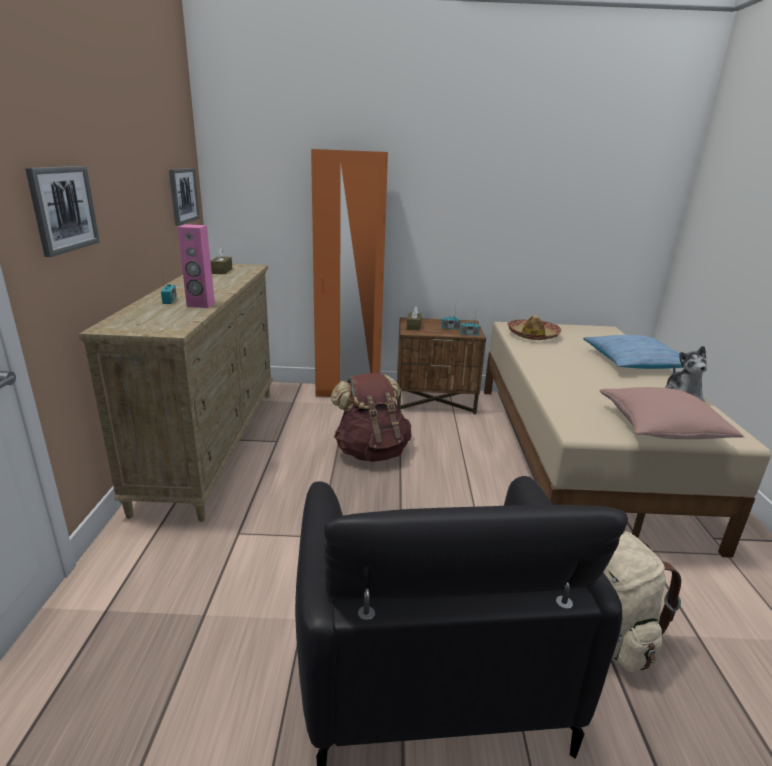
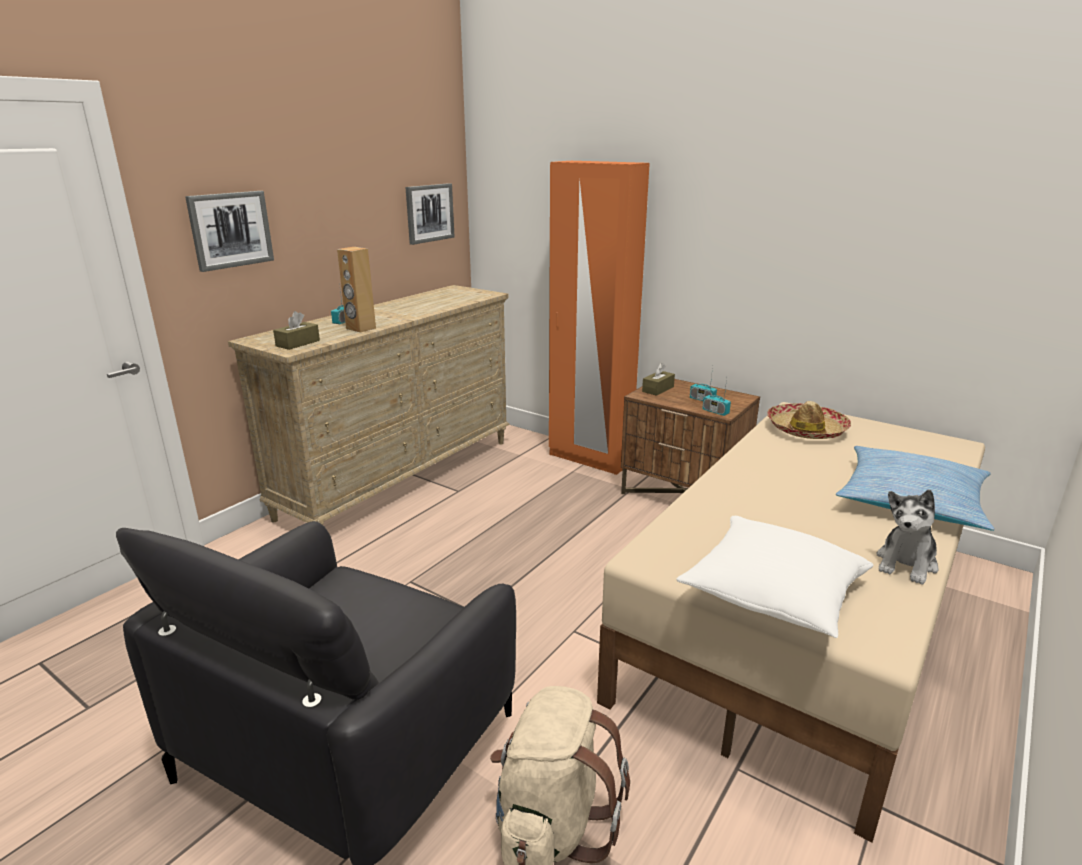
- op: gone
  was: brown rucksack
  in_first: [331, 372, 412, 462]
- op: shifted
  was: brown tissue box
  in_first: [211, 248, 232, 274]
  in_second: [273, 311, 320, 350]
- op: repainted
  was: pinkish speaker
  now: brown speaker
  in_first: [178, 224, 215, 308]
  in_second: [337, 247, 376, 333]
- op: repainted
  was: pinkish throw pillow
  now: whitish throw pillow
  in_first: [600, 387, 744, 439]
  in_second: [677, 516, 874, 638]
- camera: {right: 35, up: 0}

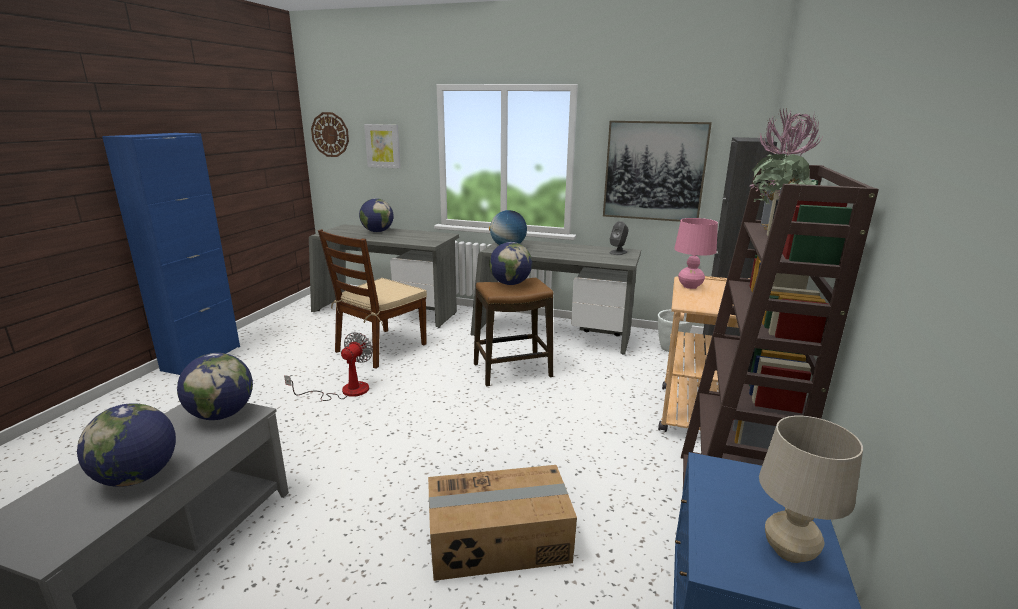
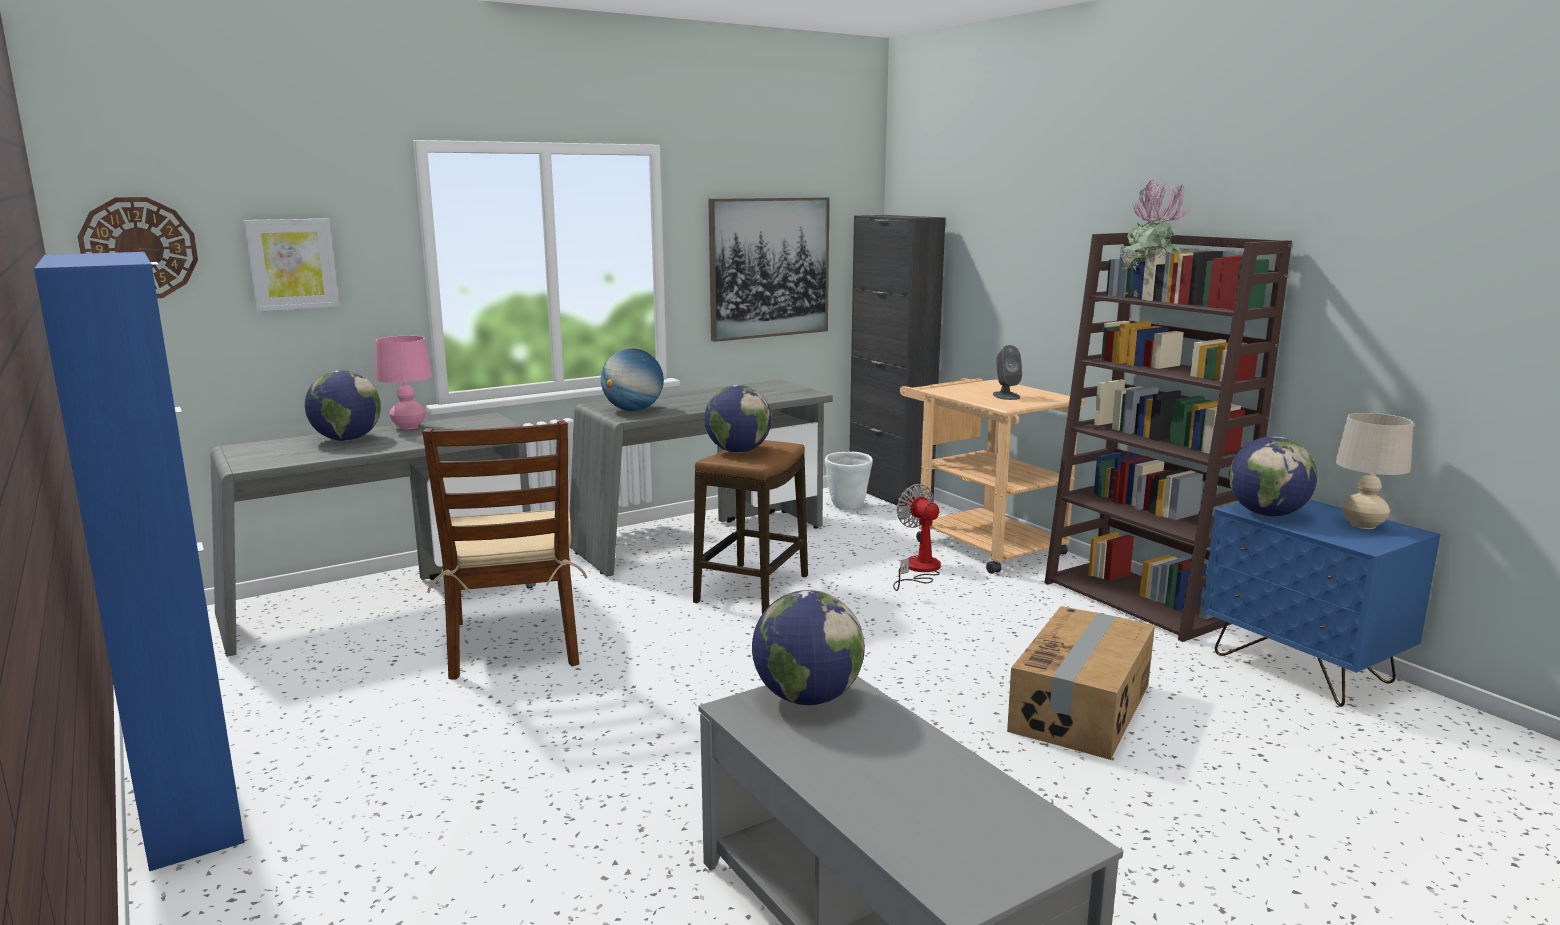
- op: shifted
  was: desk globe
  in_first: [77, 403, 176, 487]
  in_second: [1229, 436, 1317, 517]
- op: shifted
  was: fan
  in_first: [284, 332, 373, 401]
  in_second: [893, 484, 941, 591]
- op: shifted
  was: grey speaker
  in_first: [609, 221, 629, 255]
  in_second: [993, 345, 1022, 400]
- op: shifted
  was: pinkish table lamp
  in_first: [674, 218, 718, 289]
  in_second: [376, 336, 432, 429]
- camera: {right: -50, up: -5}

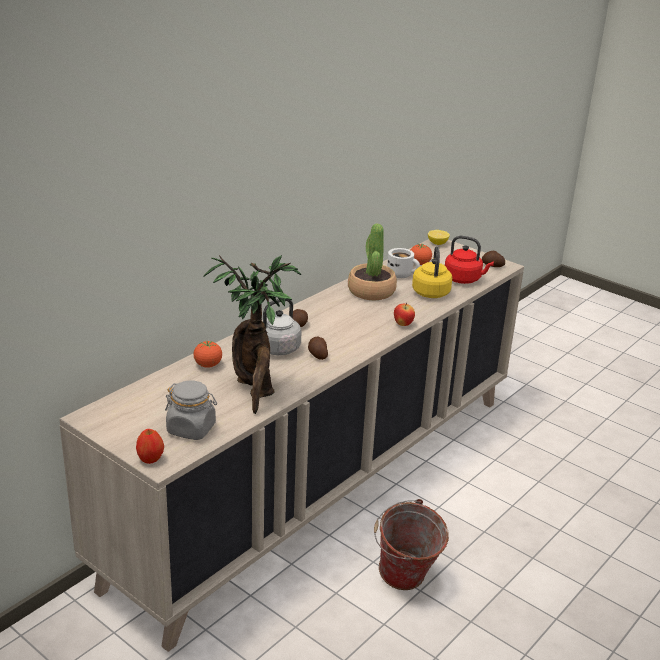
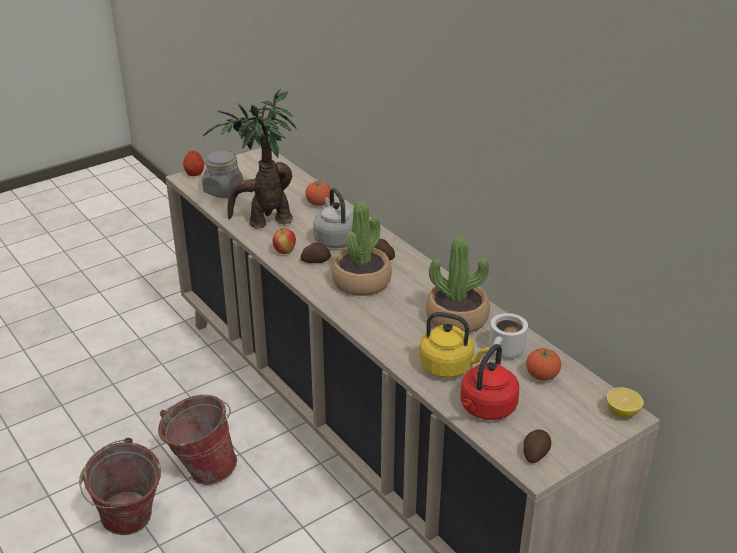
- op: new
  now: pail
  in_second: [79, 438, 161, 535]
- op: new
  now: potted plant
  in_second: [331, 201, 392, 296]
- op: shifted
  was: apple
  in_first: [394, 303, 415, 326]
  in_second: [272, 228, 296, 254]
- camera: {right: 105, up: 5}

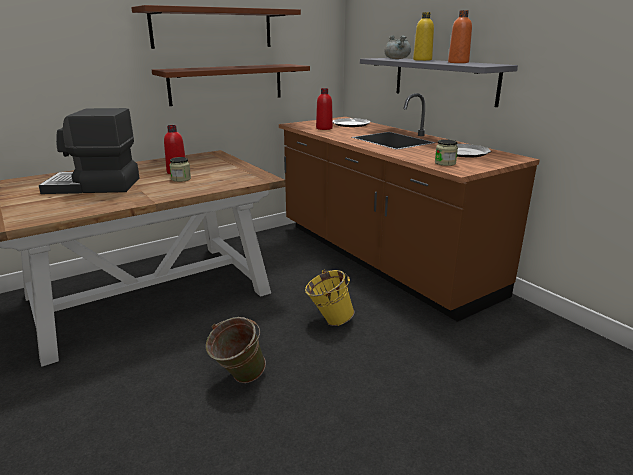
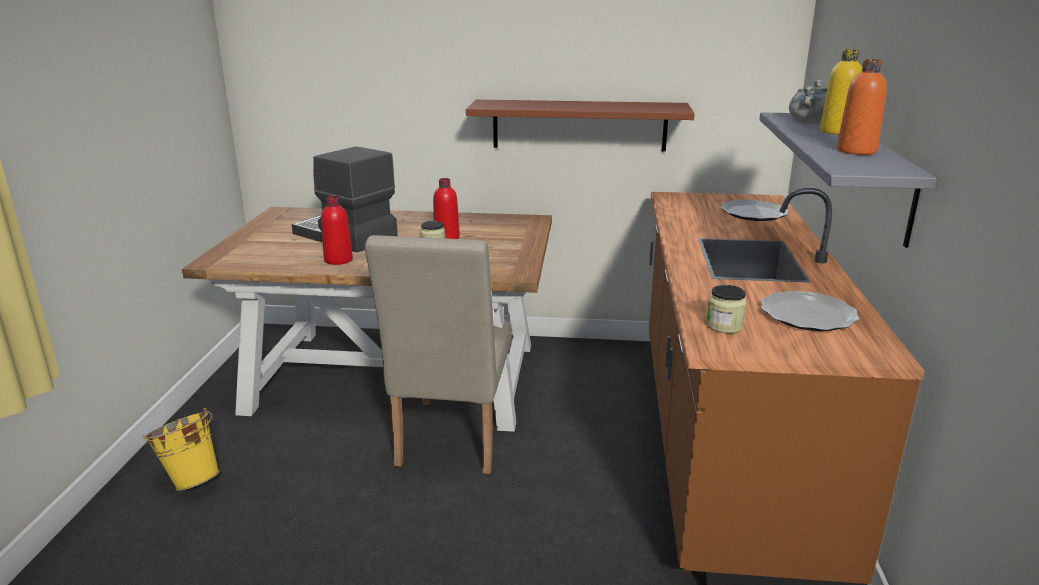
- op: gone
  was: brown shelf
  in_first: [131, 5, 301, 49]
- op: gone
  was: green-coloured pail
  in_first: [206, 317, 266, 383]
- op: new
  now: sand-coloured upright chair
  in_second: [365, 235, 512, 474]
- op: shifted
  was: yellow pail
  in_first: [305, 270, 355, 326]
  in_second: [143, 408, 220, 491]
- op: shifted
  was: reddish beverage bottle
  in_first: [316, 88, 333, 130]
  in_second: [321, 196, 353, 265]
- camera: {right: 40, up: 0}

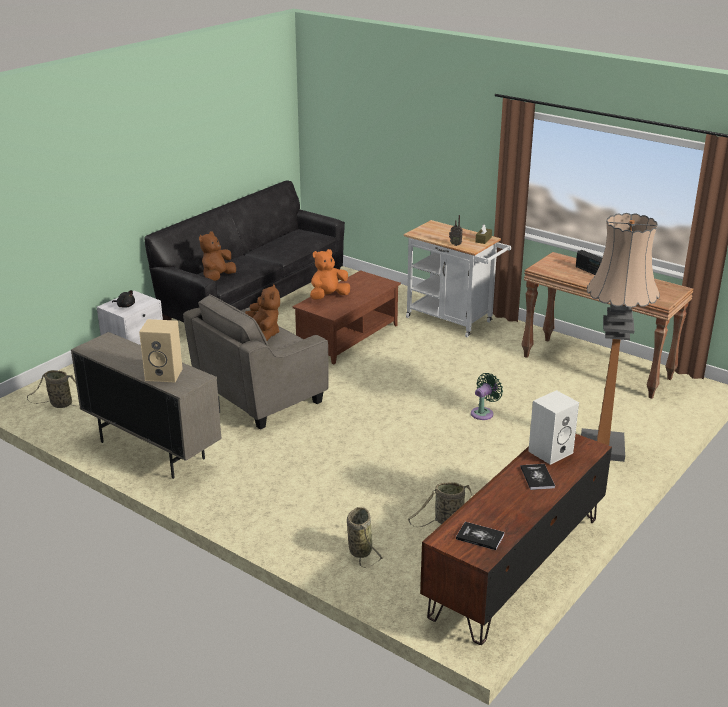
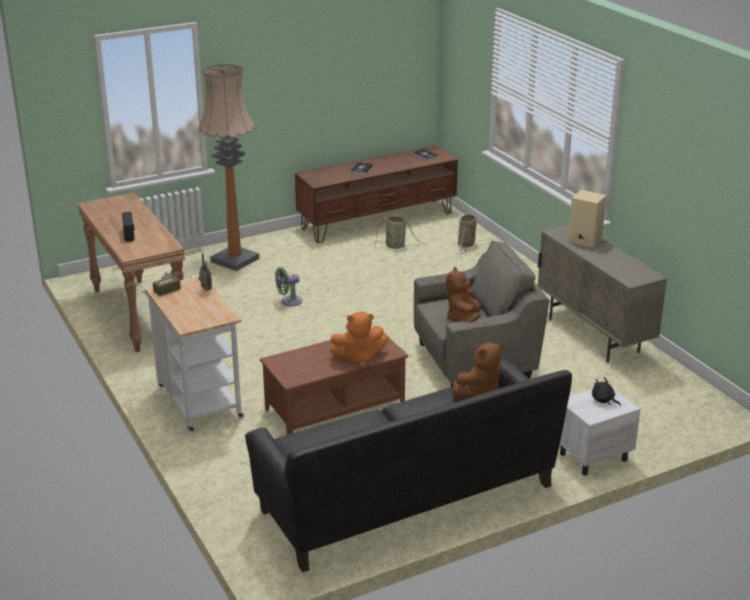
- op: gone
  was: basket
  in_first: [27, 370, 76, 408]
- op: gone
  was: whitish speaker
  in_first: [528, 390, 579, 465]
- camera: {right: -155, up: 0}

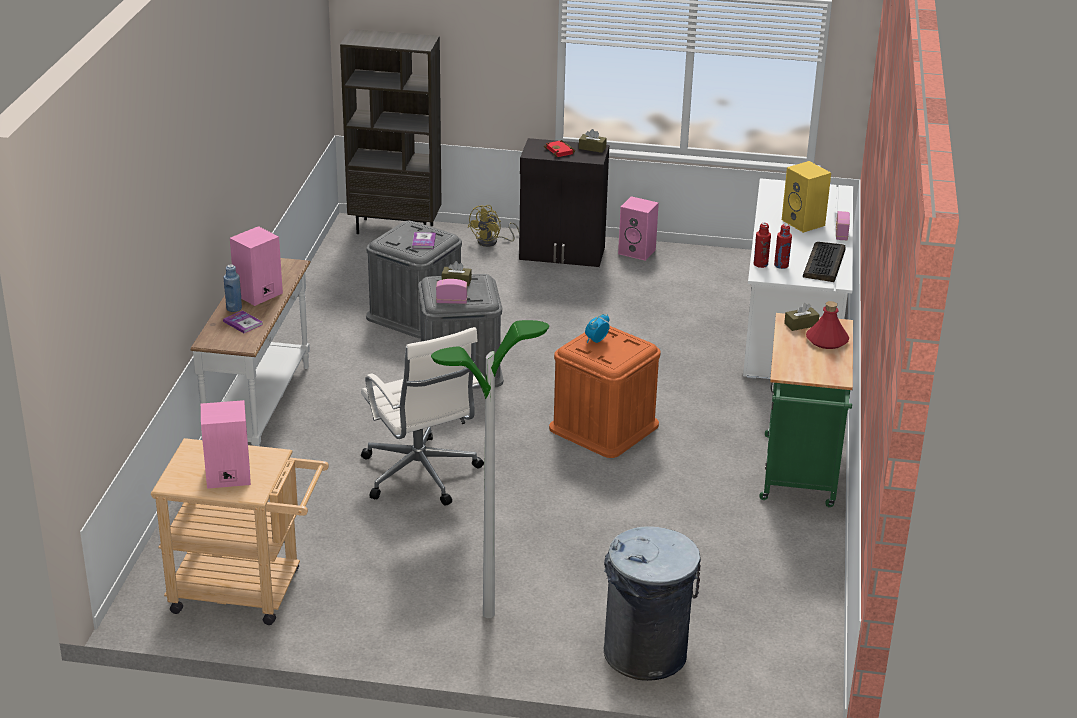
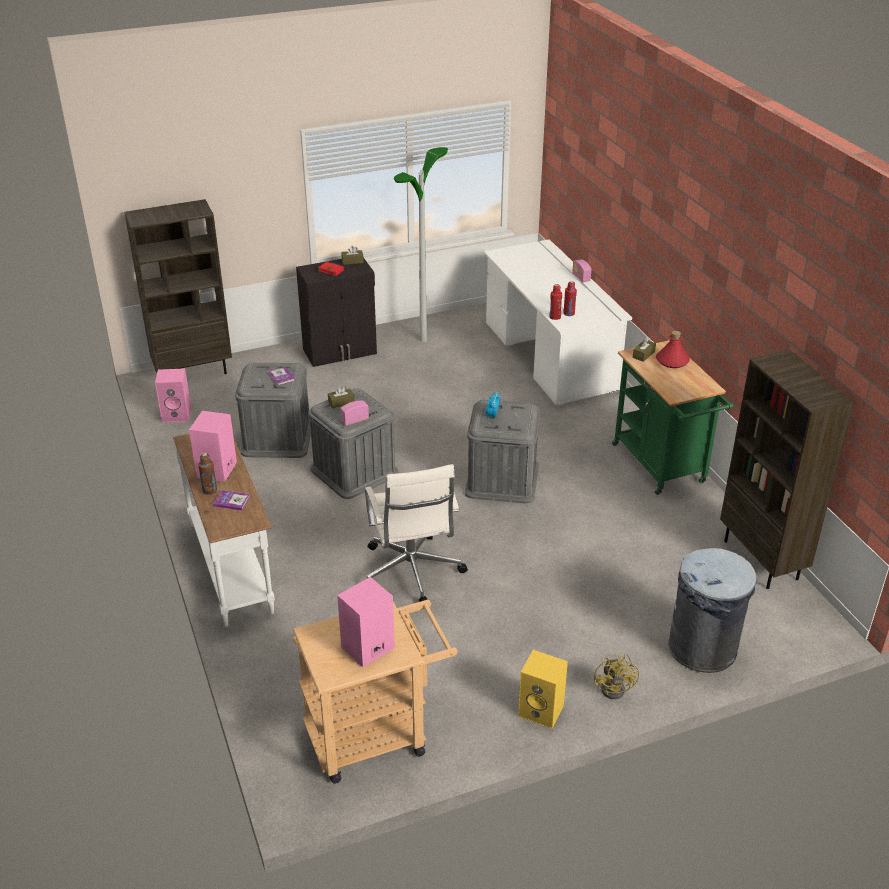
- op: gone
  was: PC keyboard
  in_first: [803, 242, 846, 282]
- op: new
  now: brown shelving unit
  in_second: [720, 350, 854, 589]
- op: shifted
  was: floor lamp
  in_first: [431, 320, 549, 618]
  in_second: [394, 147, 448, 342]
- op: shifted
  was: yellow fan
  in_first: [468, 205, 519, 247]
  in_second: [594, 653, 639, 699]
- op: shifted
  was: pinkish speaker
  in_first: [618, 196, 659, 261]
  in_second: [155, 368, 191, 422]
- op: shifted
  was: yellow speaker
  in_first: [782, 161, 831, 233]
  in_second: [518, 650, 568, 729]
- op: repainted
  was: bluish beverage bottle
  now: brown beverage bottle
  in_first: [224, 264, 242, 312]
  in_second: [198, 453, 217, 495]
- op: repainted
  was: orange storage box
  now: grey storage box
  in_first: [549, 326, 661, 458]
  in_second: [465, 400, 540, 504]
- op: rotated
  was: whitish office chair
  in_first: [361, 327, 484, 506]
  in_second: [365, 464, 468, 602]
  clockwise: 45
- camera: {right: -30, up: 5}

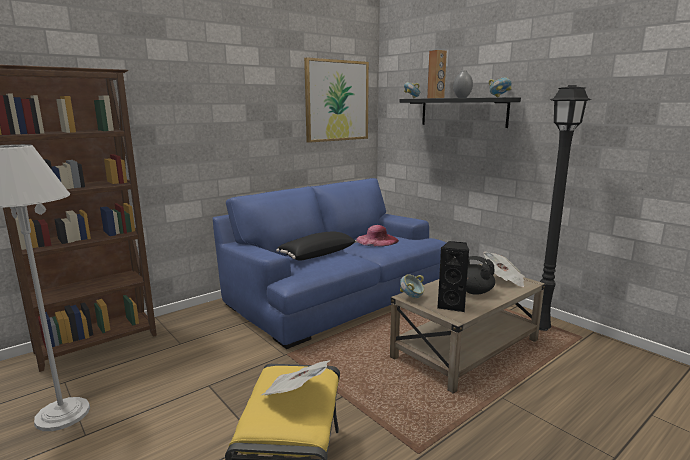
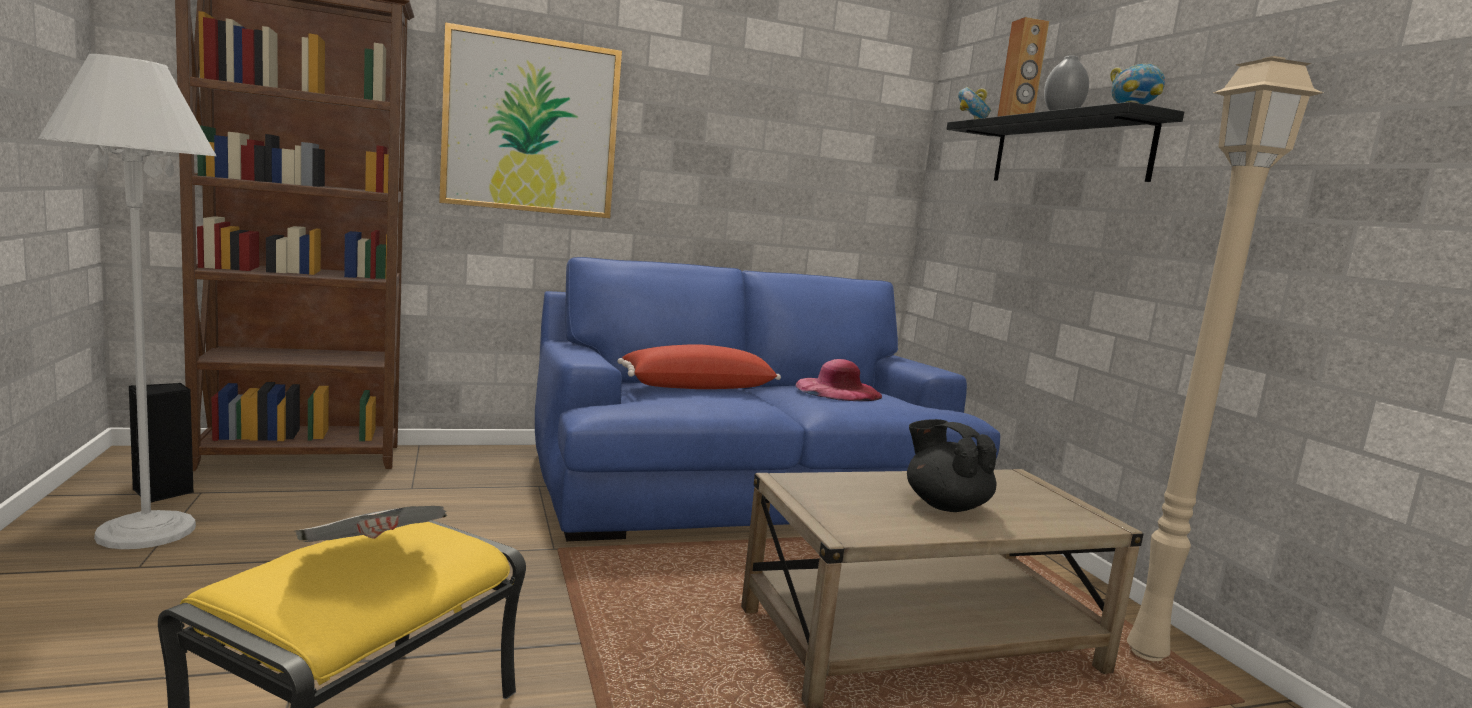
- op: gone
  was: deep dish
  in_first: [400, 274, 424, 299]
- op: gone
  was: daily paper
  in_first: [483, 252, 525, 287]
- op: shifted
  was: wall art
  in_first: [304, 57, 369, 143]
  in_second: [439, 22, 622, 218]
- op: shifted
  was: blackish speaker
  in_first: [437, 241, 469, 312]
  in_second: [129, 383, 194, 502]
- op: repainted
  was: blackish throw pillow
  now: reddish throw pillow
  in_first: [276, 232, 357, 261]
  in_second: [618, 344, 781, 389]
- op: repainted
  was: blackish floor lamp
  now: sand-coloured floor lamp
  in_first: [539, 85, 592, 331]
  in_second: [1127, 56, 1323, 661]
- camera: {right: 20, up: -5}

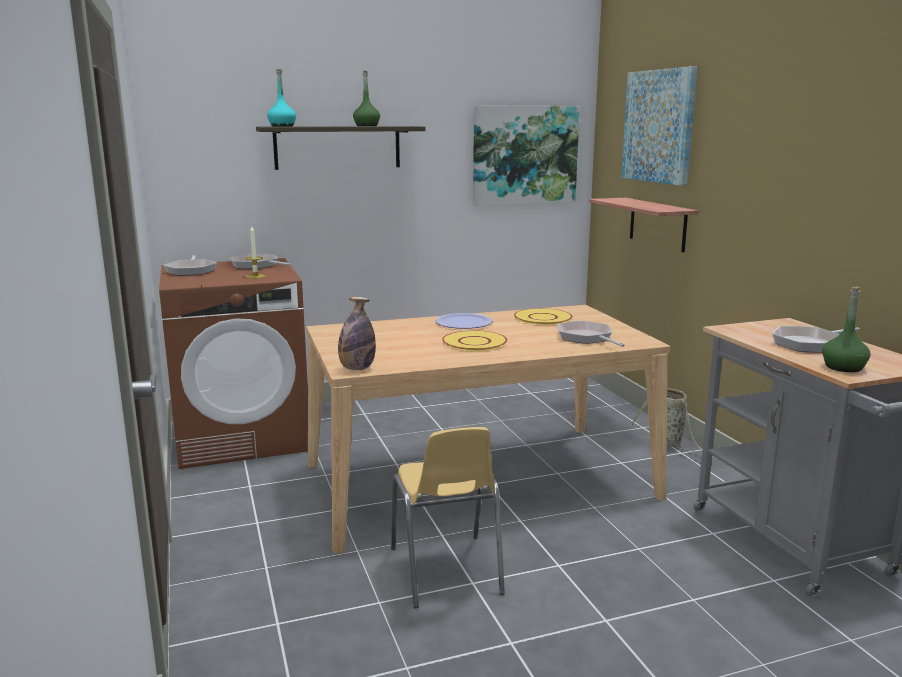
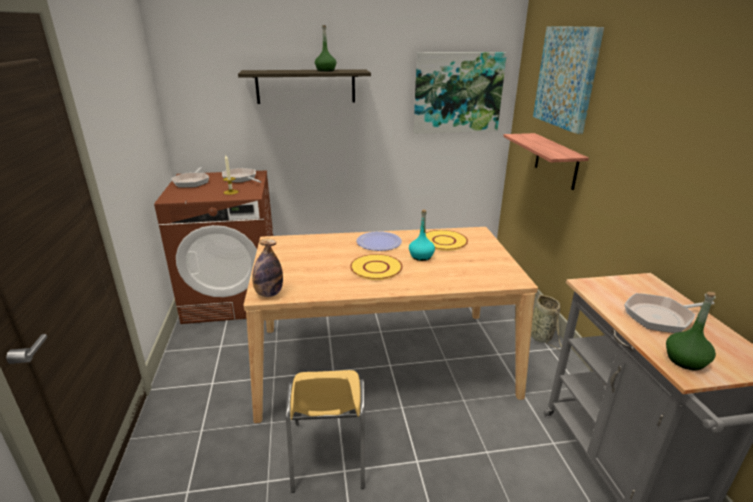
- op: gone
  was: pan
  in_first: [557, 321, 625, 347]
- op: shifted
  was: turquoise beverage bottle
  in_first: [267, 69, 296, 127]
  in_second: [409, 209, 435, 261]
- camera: {right: 10, up: 10}

